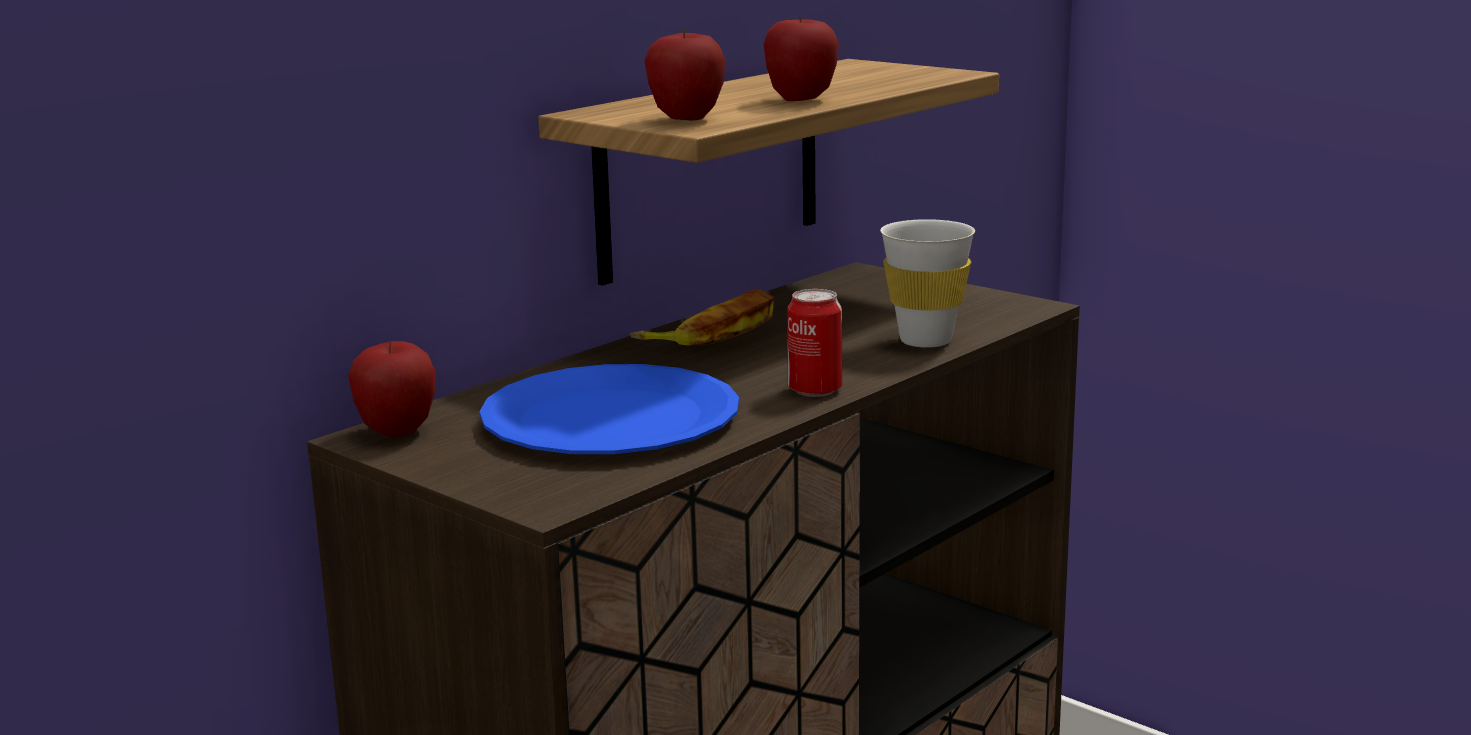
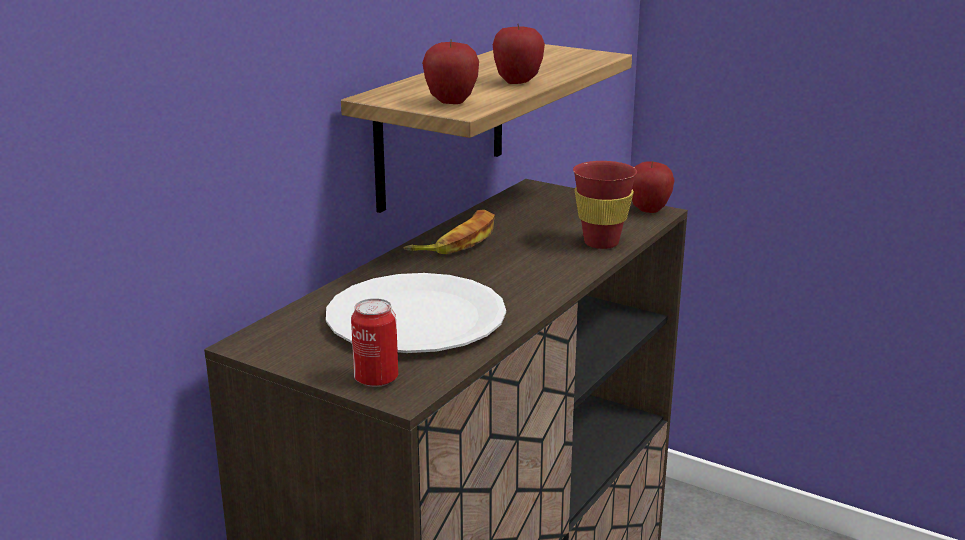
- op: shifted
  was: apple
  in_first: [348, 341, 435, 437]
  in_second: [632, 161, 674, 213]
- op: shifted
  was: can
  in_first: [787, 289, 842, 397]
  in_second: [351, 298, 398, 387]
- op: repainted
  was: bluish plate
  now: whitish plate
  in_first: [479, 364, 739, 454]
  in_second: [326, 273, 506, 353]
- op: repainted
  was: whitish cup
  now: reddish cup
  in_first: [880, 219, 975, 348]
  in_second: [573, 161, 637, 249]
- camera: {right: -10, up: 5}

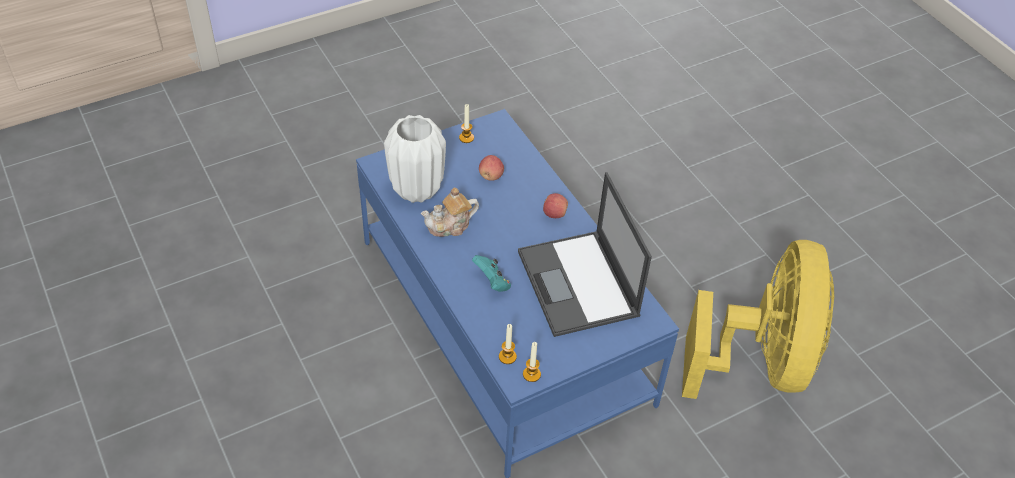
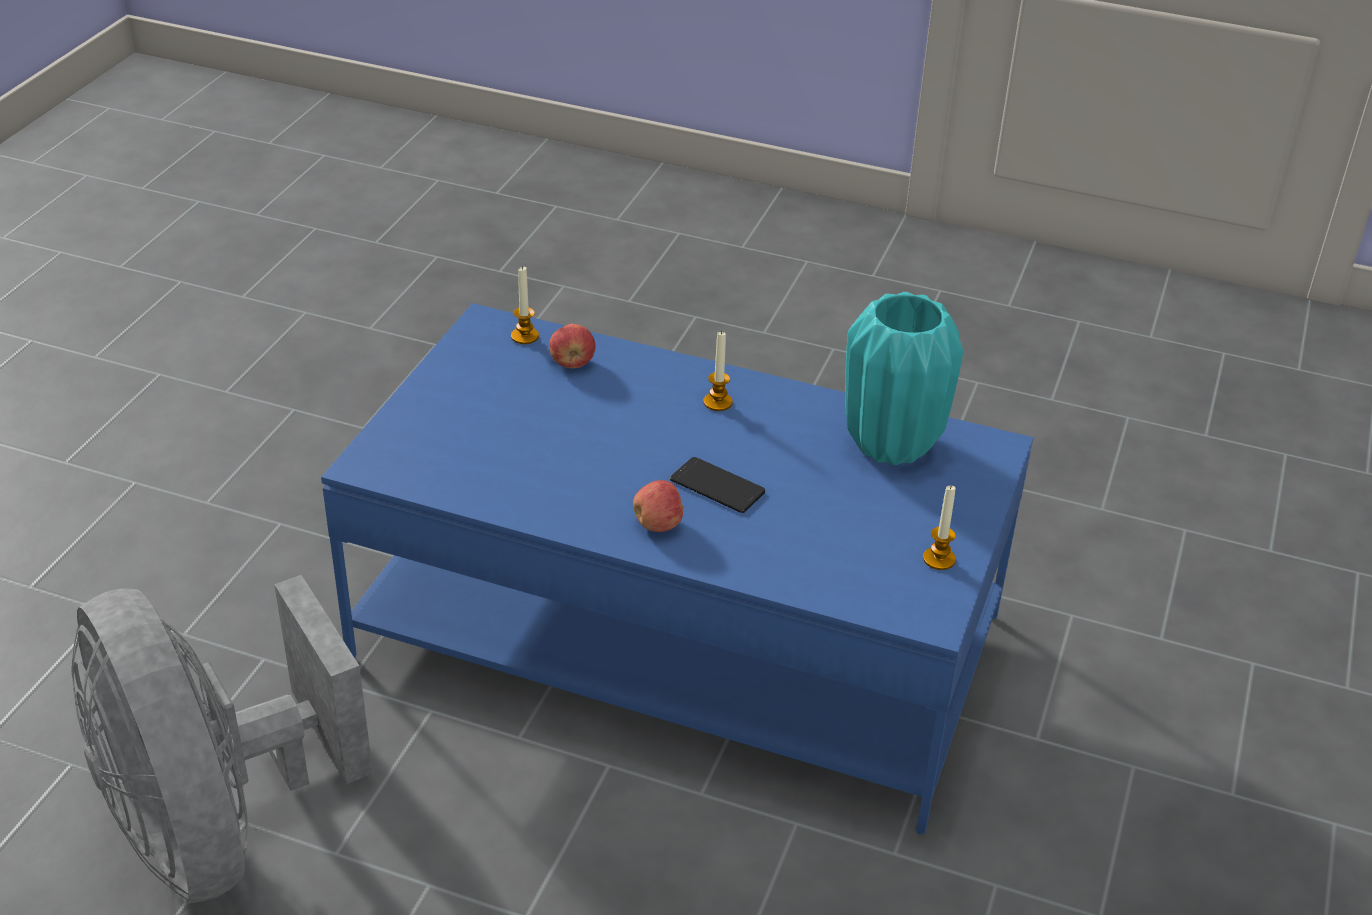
- op: gone
  was: teapot
  in_first: [421, 187, 479, 237]
- op: gone
  was: turquoise gamepad
  in_first: [472, 255, 511, 292]
- op: gone
  was: laptop
  in_first: [518, 172, 652, 337]
- op: new
  now: telephone
  in_second: [670, 457, 765, 513]
- op: shifted
  was: apple
  in_first: [479, 155, 504, 181]
  in_second: [549, 324, 595, 368]
- op: shifted
  was: candle
  in_first: [523, 342, 541, 382]
  in_second: [703, 331, 733, 411]
- op: repainted
  was: whitish flower vase
  now: turquoise flower vase
  in_first: [384, 115, 446, 203]
  in_second: [845, 292, 963, 465]
- op: repainted
  was: yellow fan
  now: grey fan
  in_first: [682, 240, 834, 399]
  in_second: [71, 575, 373, 904]
- camera: {right: 140, up: -10}

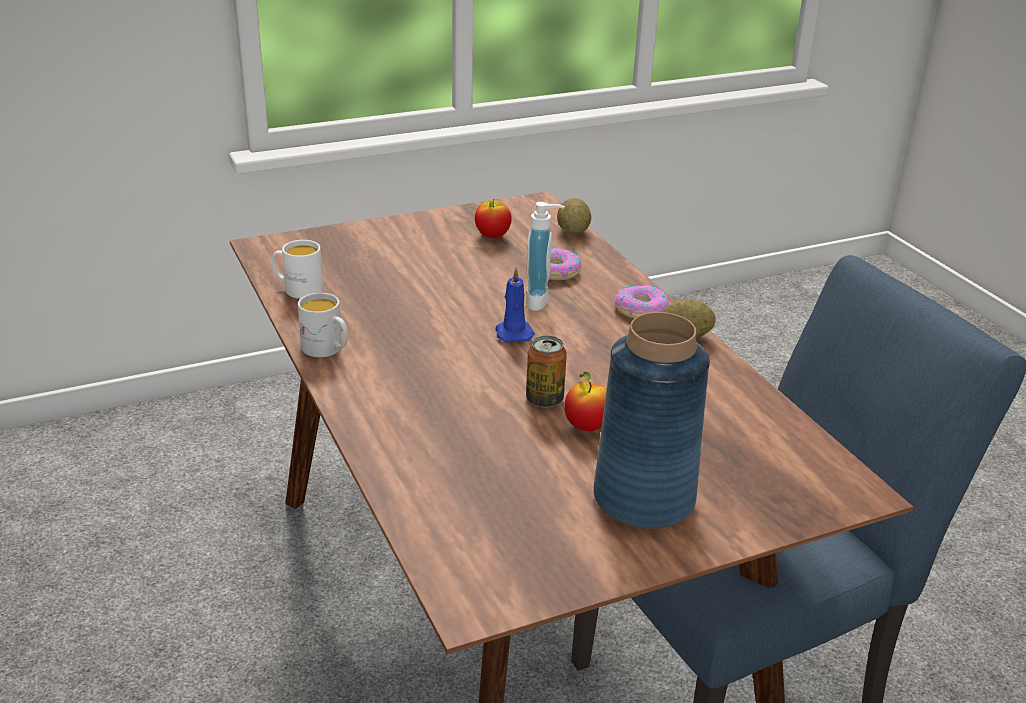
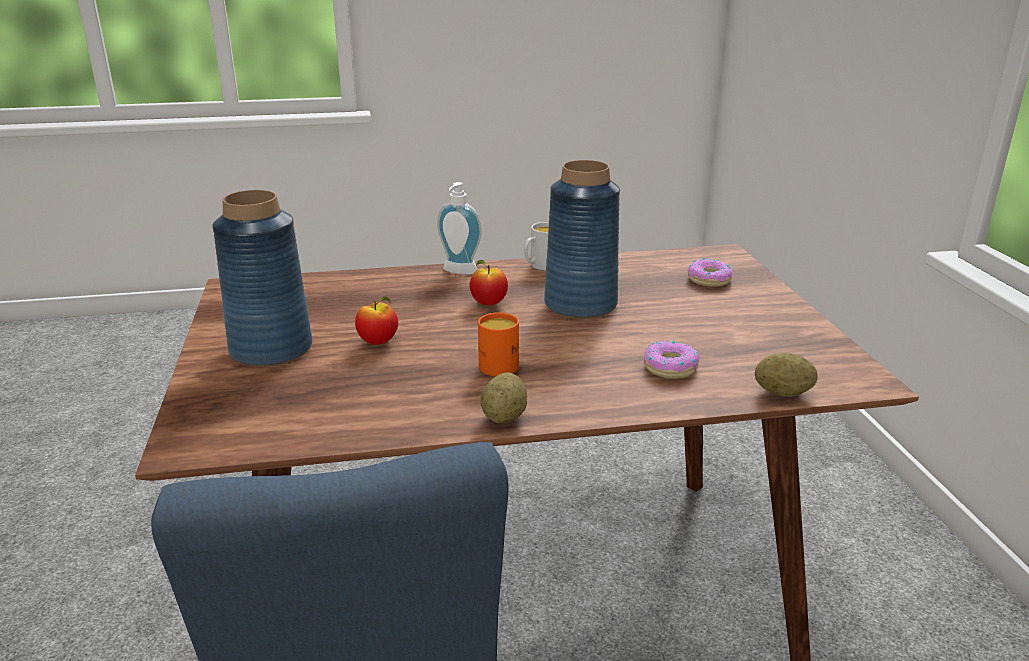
- op: gone
  was: whitish mug
  in_first: [272, 240, 323, 299]
- op: gone
  was: bluish candle
  in_first: [495, 267, 535, 343]
- op: gone
  was: can
  in_first: [526, 336, 567, 408]
- op: new
  now: orange mug
  in_second: [478, 312, 519, 377]
- op: new
  now: bluish flower vase
  in_second: [544, 160, 620, 319]
- op: shifted
  was: apple
  in_first: [475, 199, 512, 238]
  in_second: [470, 260, 508, 305]
- op: shifted
  was: liquid soap bottle
  in_first: [526, 202, 565, 311]
  in_second: [437, 182, 482, 275]
- op: shifted
  was: ring doughnut
  in_first: [614, 285, 669, 318]
  in_second: [687, 258, 733, 287]
- camera: {right: 105, up: -5}

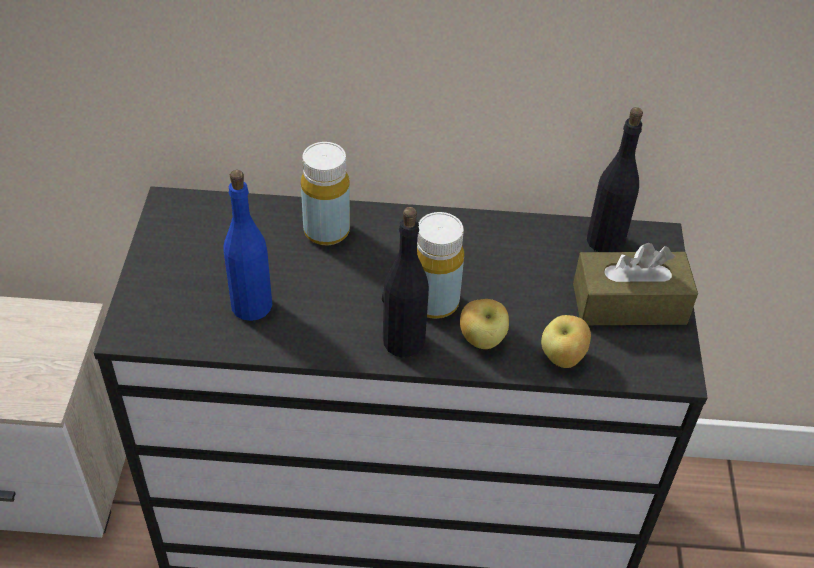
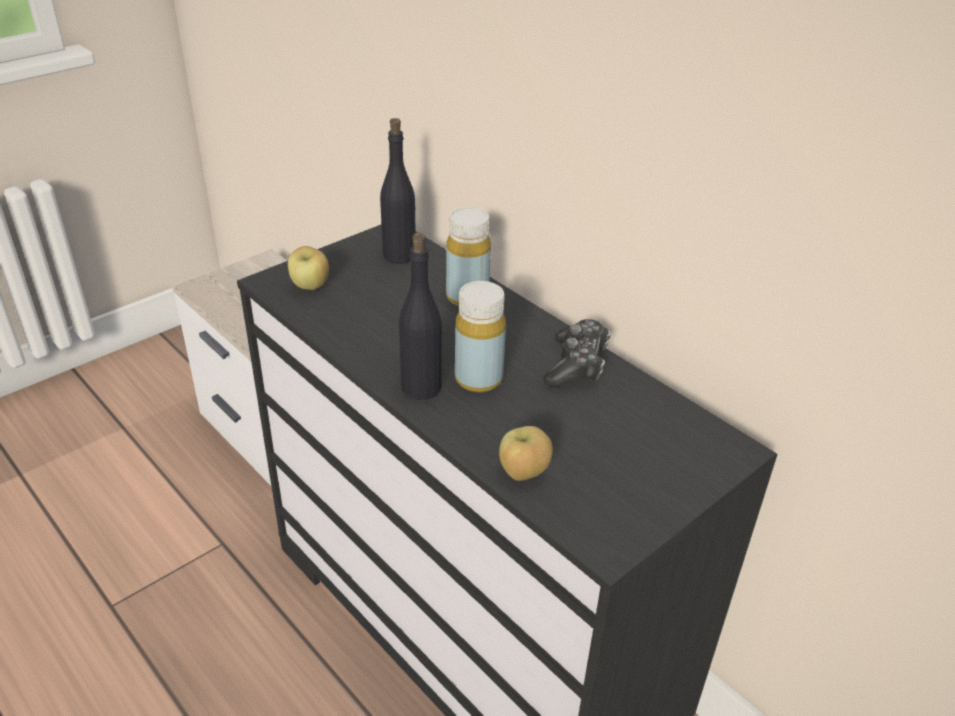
- op: gone
  was: bluish beverage bottle
  in_first: [223, 170, 272, 321]
- op: gone
  was: brown tissue box
  in_first: [573, 243, 698, 325]
- op: new
  now: gamepad
  in_second: [544, 319, 611, 388]
- op: shifted
  was: apple
  in_first: [460, 299, 509, 349]
  in_second: [288, 246, 329, 290]
- op: shifted
  was: blackish beverage bottle
  in_first: [587, 107, 643, 252]
  in_second: [380, 118, 416, 264]
- camera: {right: 45, up: -10}

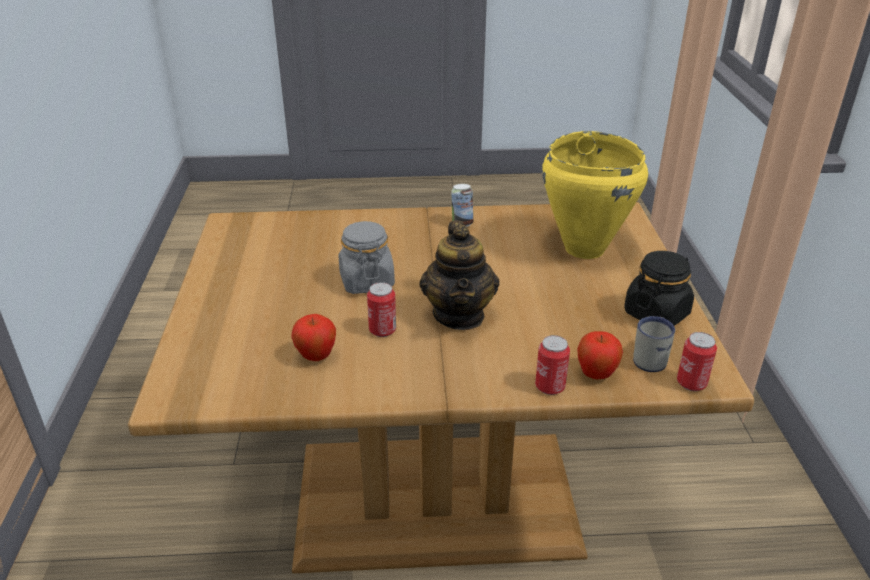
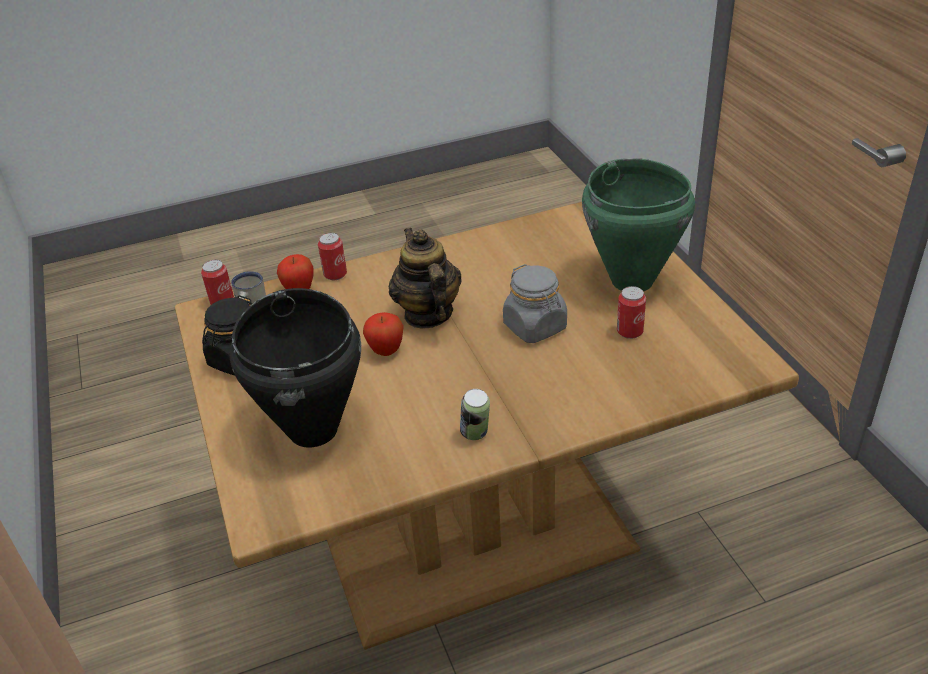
- op: new
  now: green-coloured stockpot
  in_second: [582, 158, 695, 292]
- op: shifted
  was: apple
  in_first: [291, 314, 336, 361]
  in_second: [363, 312, 404, 356]
- op: shifted
  was: can
  in_first: [367, 282, 396, 337]
  in_second: [617, 286, 646, 339]
- op: repainted
  was: yellow stockpot
  now: blackish stockpot
  in_first: [542, 131, 648, 259]
  in_second: [230, 288, 361, 448]
- camera: {right: 165, up: 5}

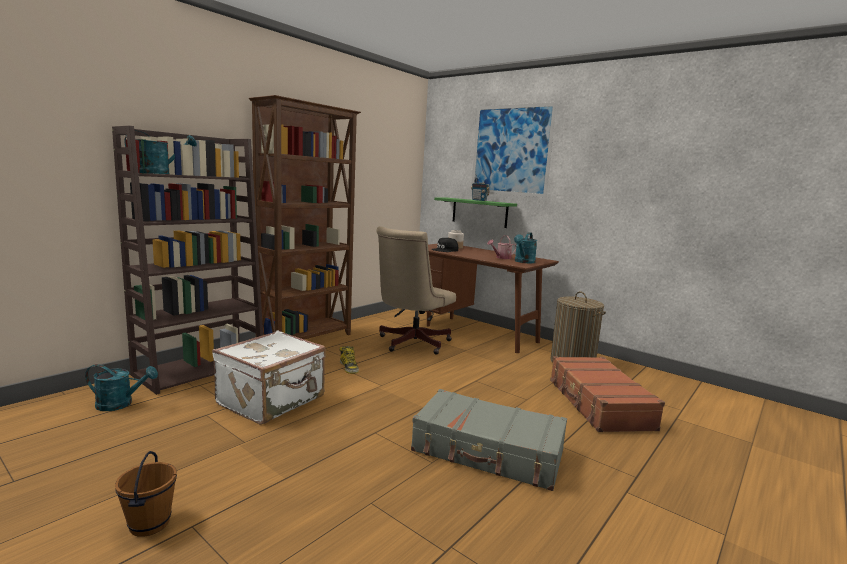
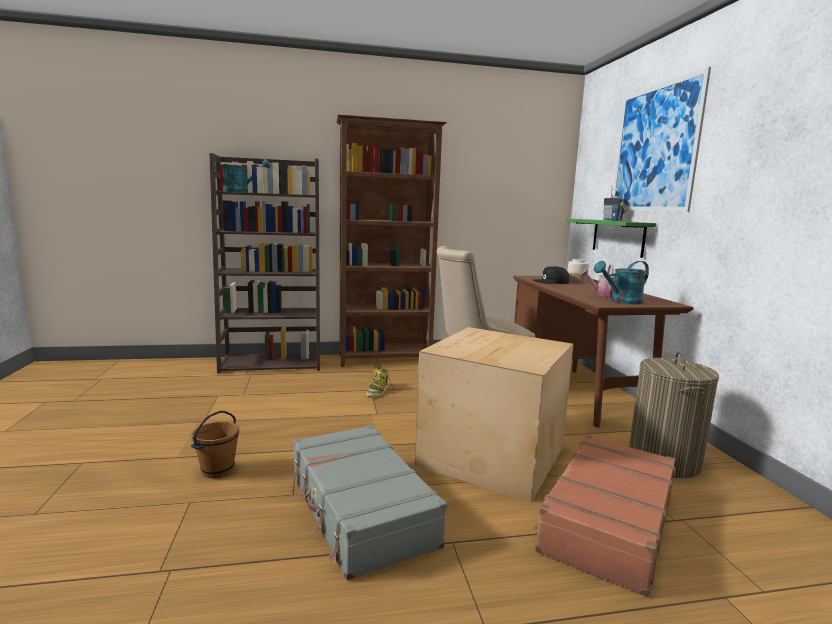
- op: gone
  was: turquoise sprinkling can
  in_first: [85, 364, 158, 411]
- op: gone
  was: whitish travel case
  in_first: [212, 330, 326, 424]
- op: new
  now: carton
  in_second: [415, 327, 574, 503]
- op: shifted
  was: brown pail
  in_first: [115, 451, 177, 537]
  in_second: [191, 411, 239, 478]
- camera: {right: 40, up: 0}

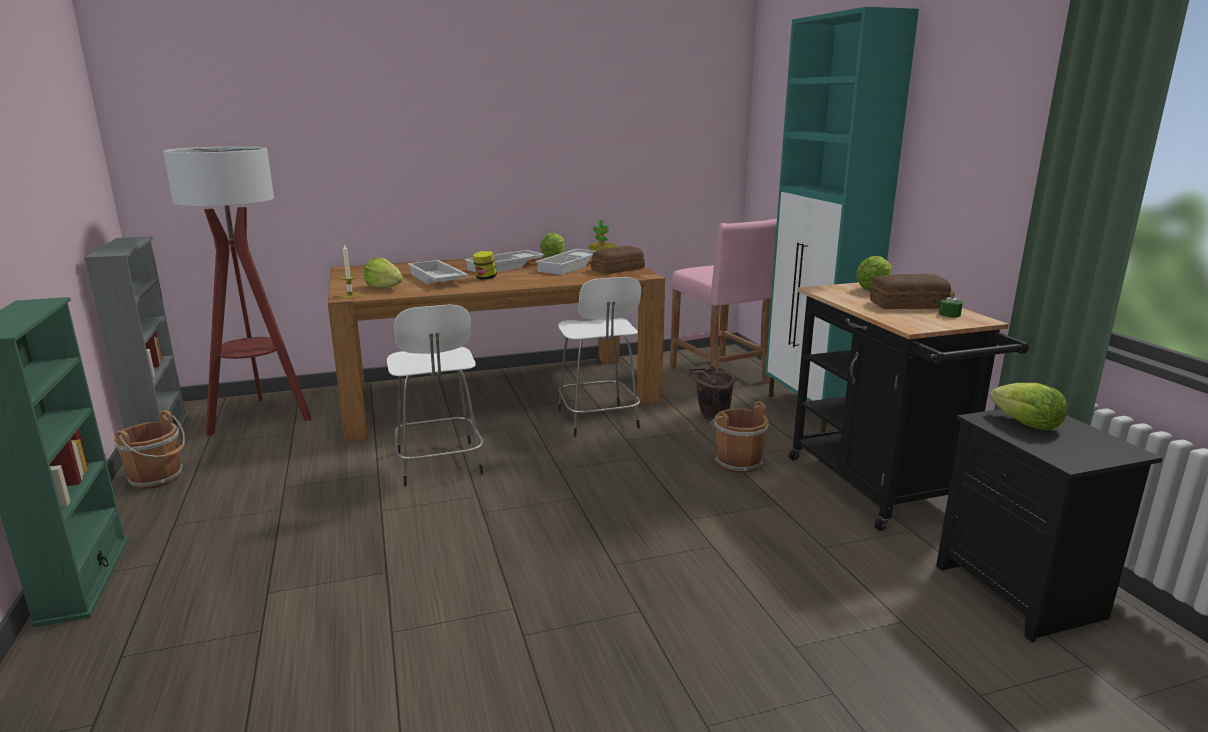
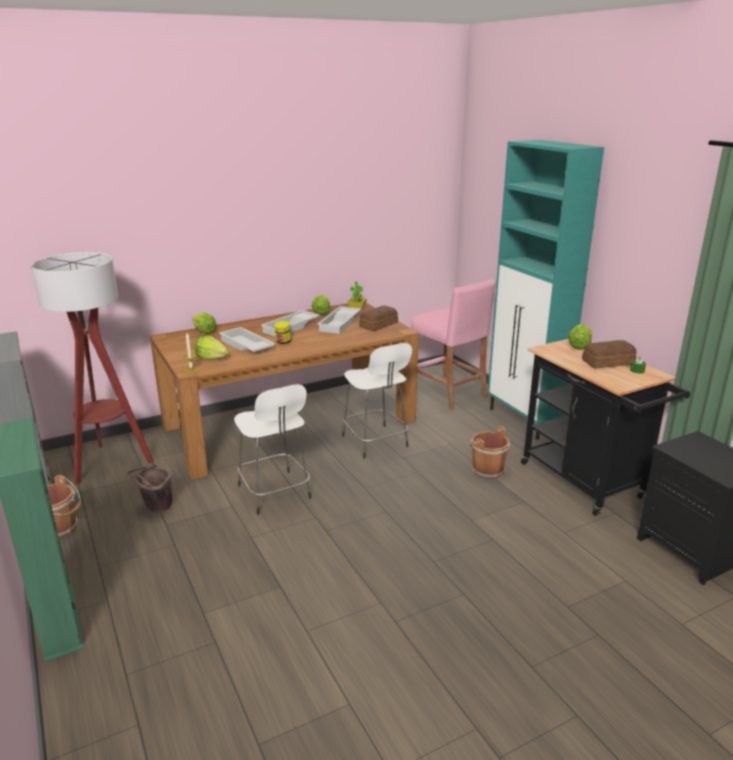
- op: shifted
  was: brown pail
  in_first: [686, 365, 736, 421]
  in_second: [126, 463, 172, 513]
- op: shifted
  was: head of lettuce
  in_first: [990, 383, 1067, 430]
  in_second: [192, 313, 217, 334]
- camera: {right: -10, up: 5}

